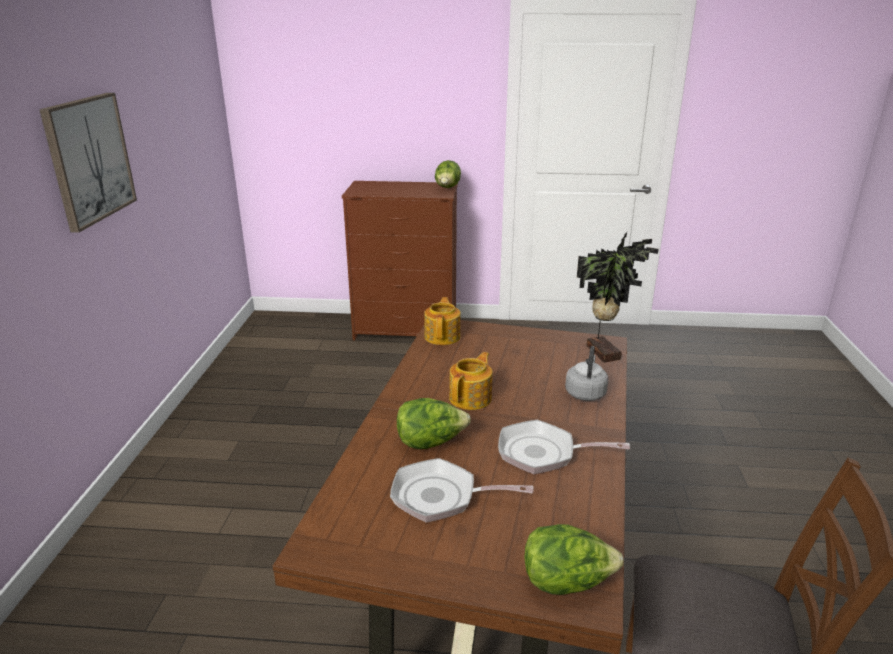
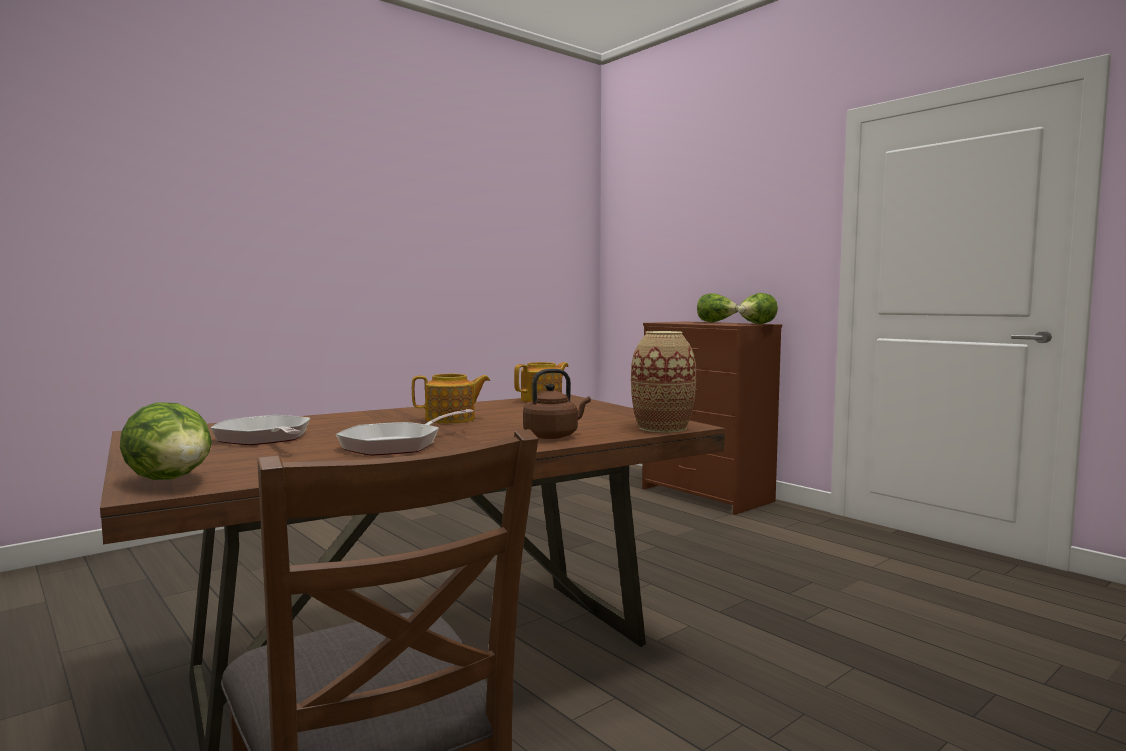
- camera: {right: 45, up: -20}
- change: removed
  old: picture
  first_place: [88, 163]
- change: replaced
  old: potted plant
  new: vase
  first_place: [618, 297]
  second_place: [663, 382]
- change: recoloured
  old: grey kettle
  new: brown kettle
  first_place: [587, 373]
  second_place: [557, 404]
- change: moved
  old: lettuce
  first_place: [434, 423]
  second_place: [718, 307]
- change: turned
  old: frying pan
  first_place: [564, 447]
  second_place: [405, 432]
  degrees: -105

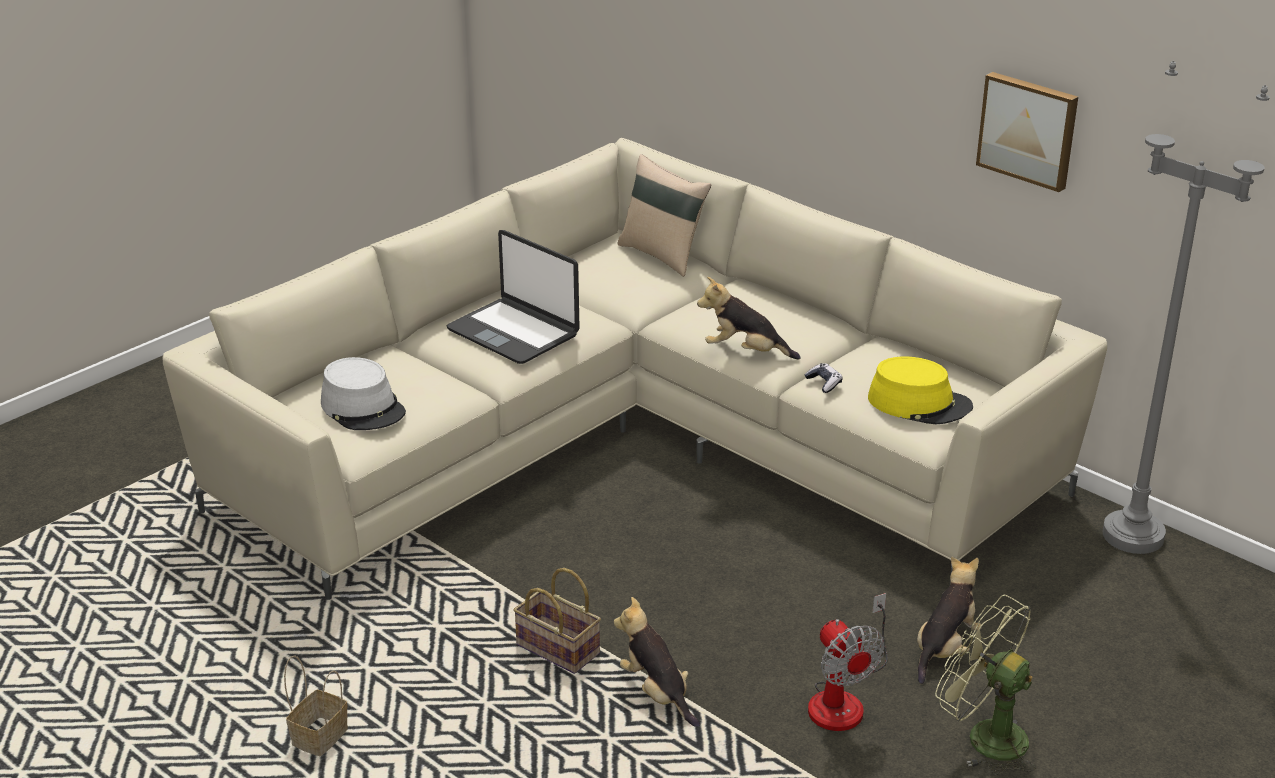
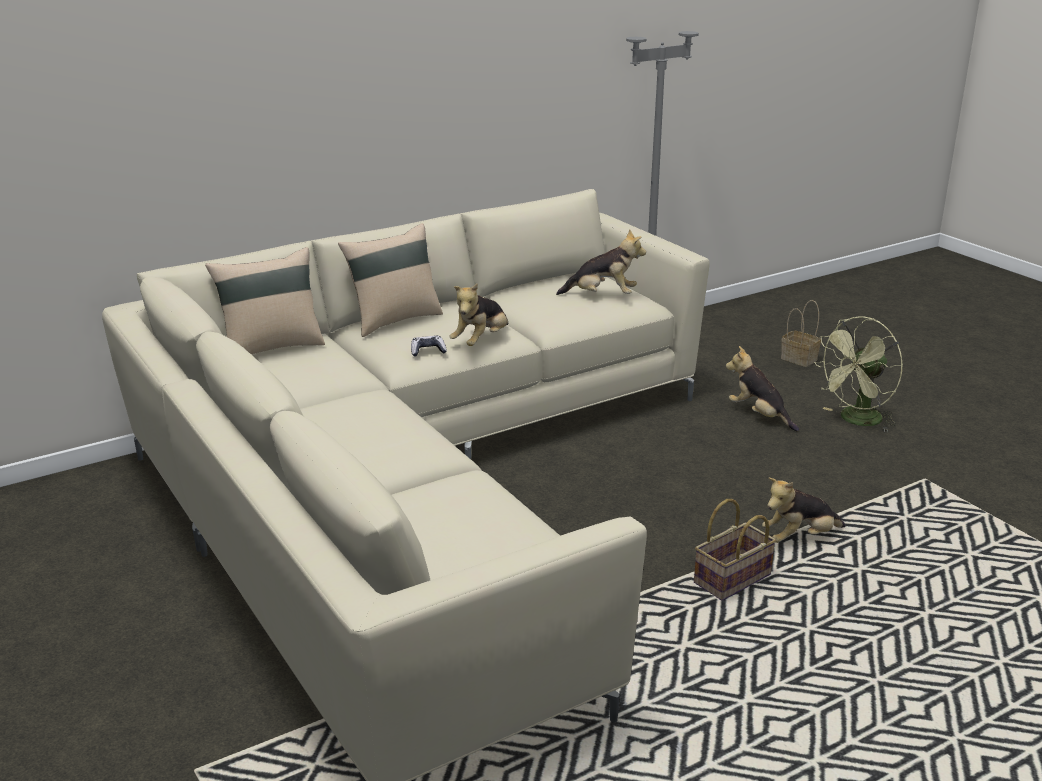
- camera: {right: -75, up: -5}
- change: removed
  old: picture
  first_place: [1027, 132]
- change: removed
  old: laptop
  first_place: [513, 297]
- change: replaced
  old: yellow hat
  new: plush toy
  first_place: [920, 390]
  second_place: [601, 262]
- change: removed
  old: grey hat
  first_place: [363, 393]
- change: moved
  old: game controller
  first_place: [824, 378]
  second_place: [429, 346]
- change: removed
  old: fan
  first_place: [848, 662]
- change: moved
  old: basket
  first_place: [316, 705]
  second_place: [801, 333]
- change: added
  new: beige pillow
  second_place: [390, 280]

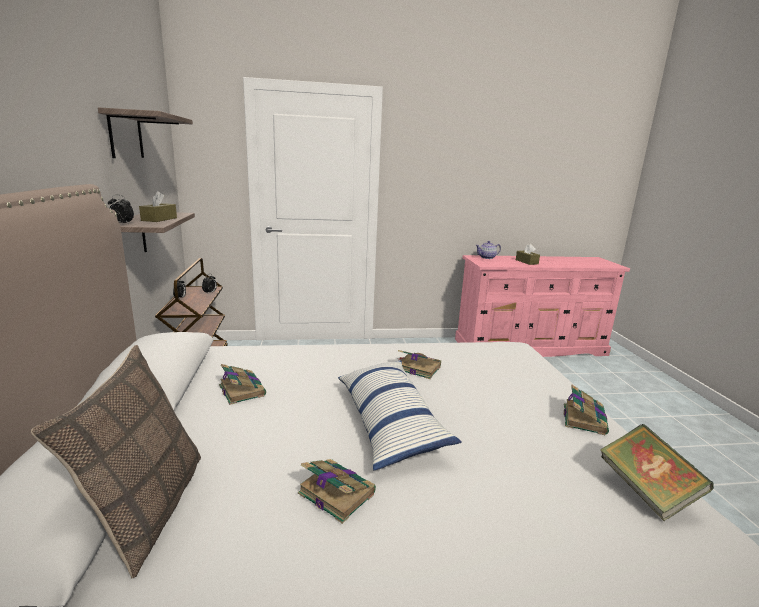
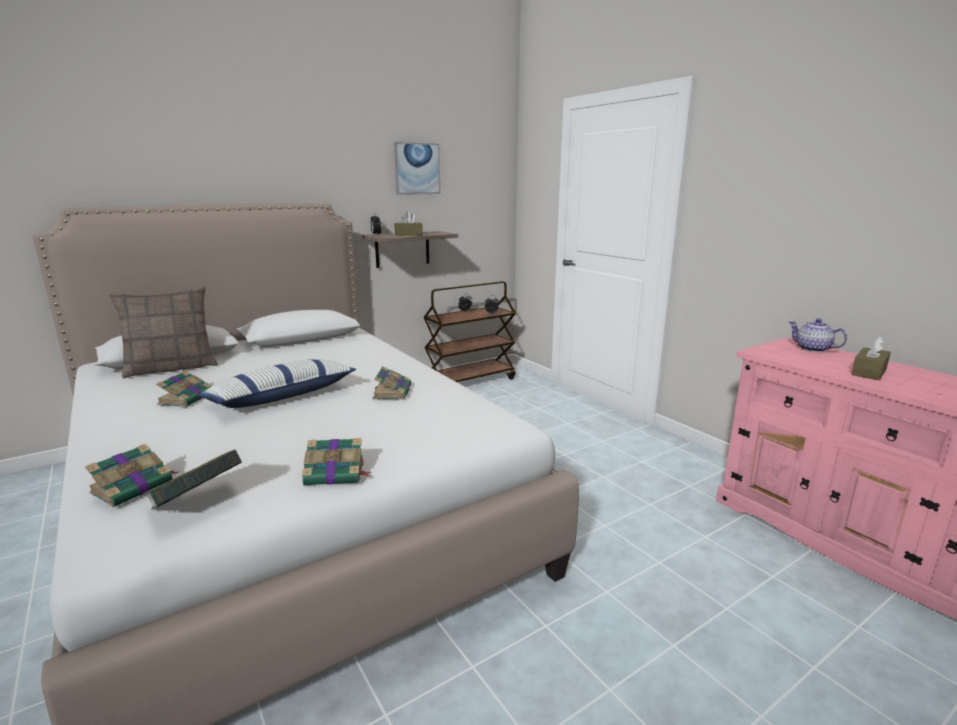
- camera: {right: 65, up: 0}
- change: replaced
  old: shelf
  new: picture
  first_place: [145, 132]
  second_place: [417, 168]
- change: moved
  old: book
  first_place: [242, 384]
  second_place: [131, 475]

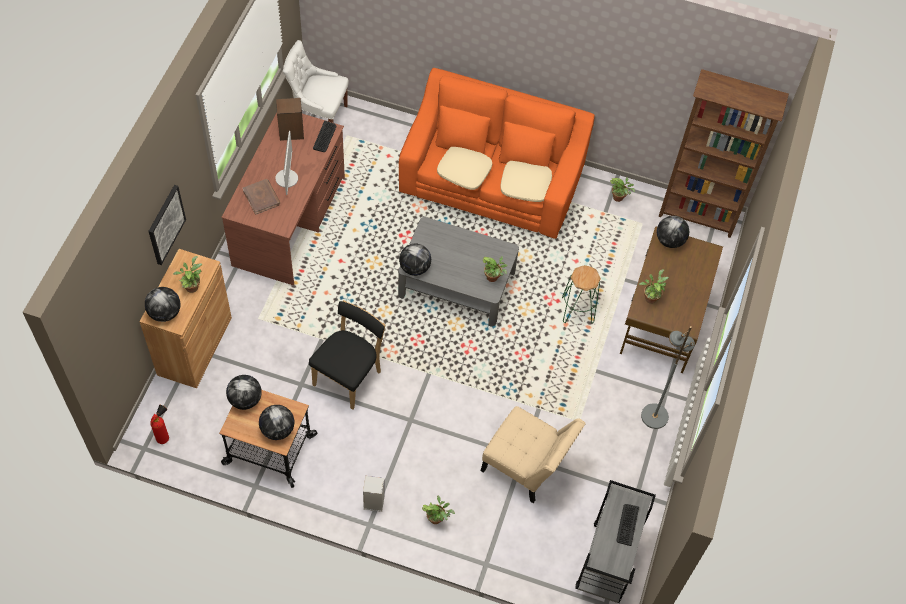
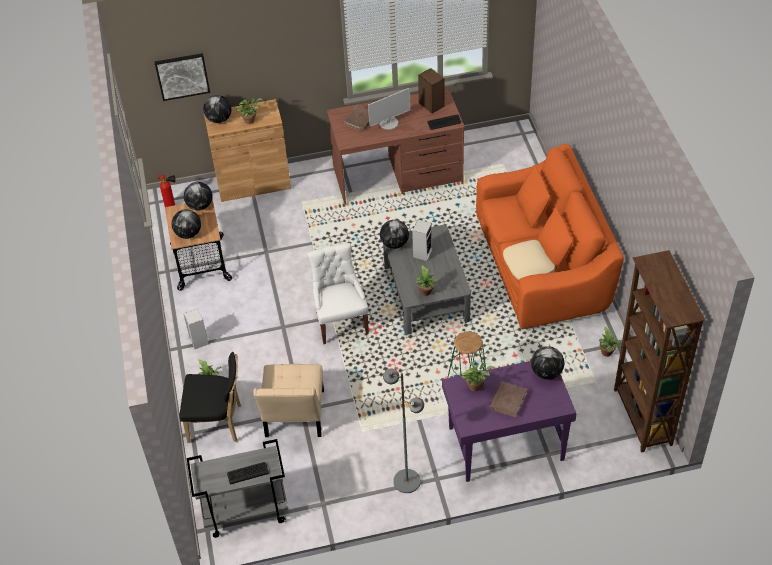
- camera: {right: 65, up: -10}
- change: moved
  old: white chair
  first_place: [316, 81]
  second_place: [338, 293]
- change: removed
  old: beige pillow
  first_place: [464, 168]
- change: moved
  old: picture
  first_place: [167, 225]
  second_place: [182, 77]
- change: recoloured
  old: brown desk
  new: purple desk
  first_place: [671, 299]
  second_place: [509, 421]
- change: moved
  old: black chair
  first_place: [347, 355]
  second_place: [210, 397]
- change: added
  new: speaker
  second_place: [422, 240]
- change: added
  new: brown book
  second_place: [508, 400]

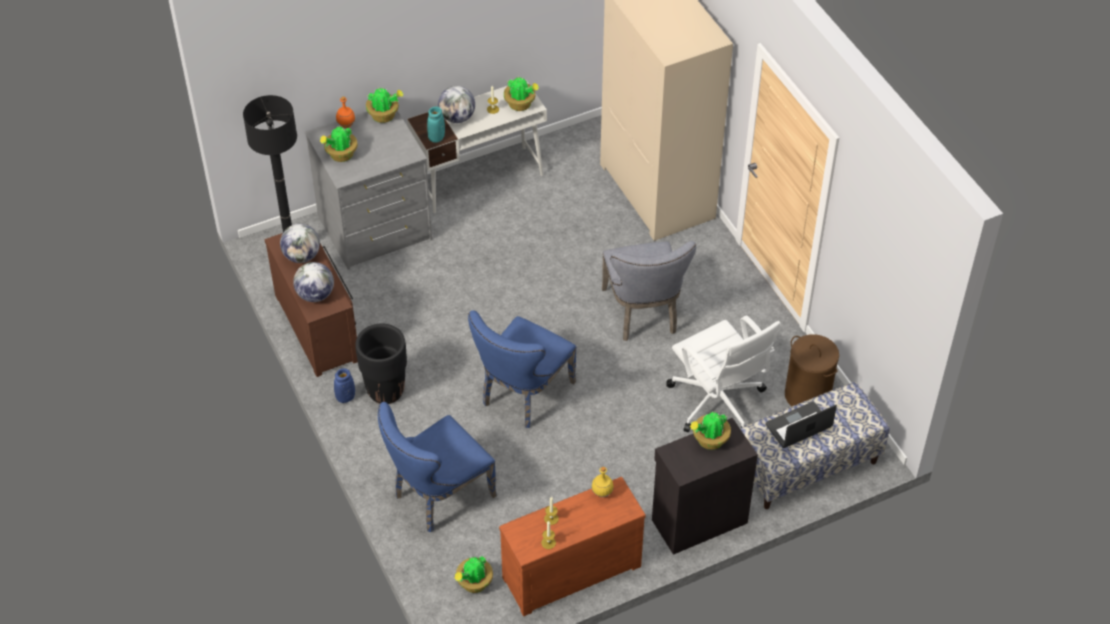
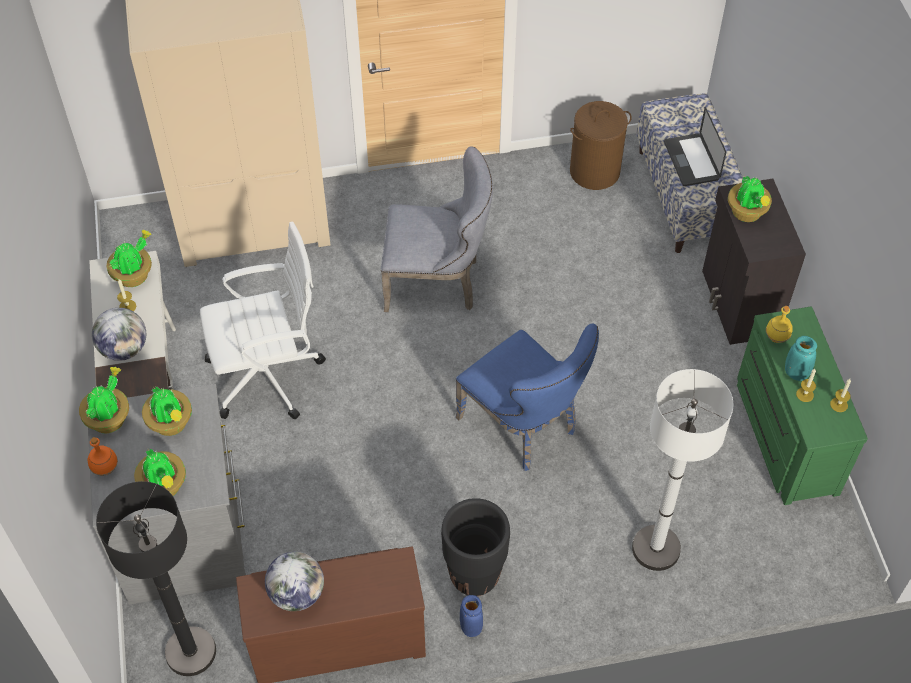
- camera: {right: -75, up: 5}
- change: moved
  old: turquoise vase
  first_place: [436, 125]
  second_place: [801, 358]
- change: removed
  old: globe
  first_place: [313, 282]
- change: moved
  old: white office chair
  first_place: [723, 373]
  second_place: [263, 320]
- change: replaced
  old: blue chair
  new: white floor lamp
  first_place: [437, 467]
  second_place: [682, 470]
- change: recoloured
  old: brown dresser
  new: green dresser
  first_place: [572, 546]
  second_place: [802, 406]
- change: moved
  old: potted plant
  first_place: [474, 574]
  second_place: [167, 411]

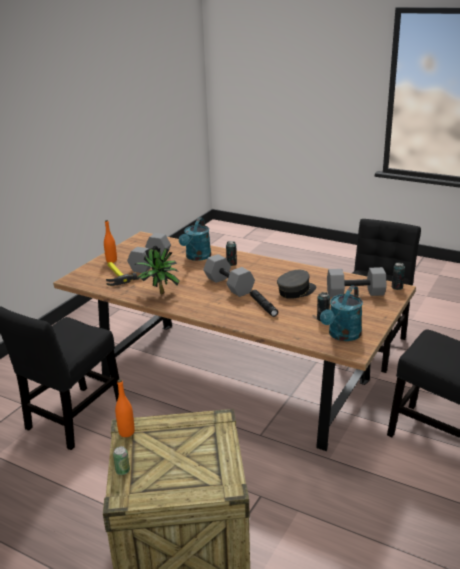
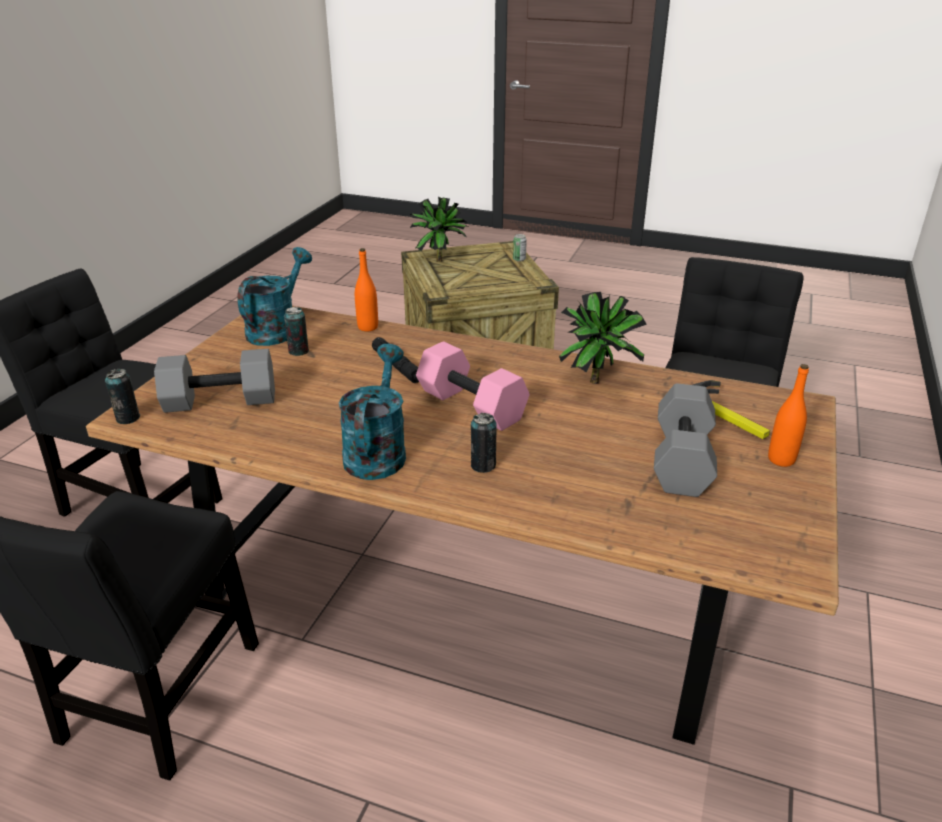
- camera: {right: 170, up: 5}
- change: moved
  old: turquoise watering can
  first_place: [195, 239]
  second_place: [372, 412]
- change: recoloured
  old: grey dumbbell
  new: pink dumbbell
  first_place: [229, 275]
  second_place: [472, 386]
- change: removed
  old: grey cap
  first_place: [296, 284]
- change: moved
  old: orange bottle
  first_place: [125, 408]
  second_place: [366, 289]
- change: added
  new: potted plant
  second_place: [439, 229]

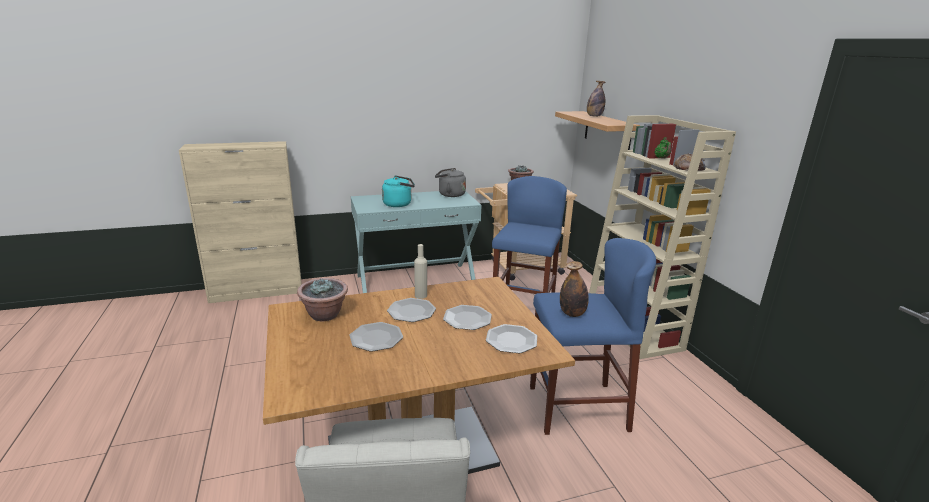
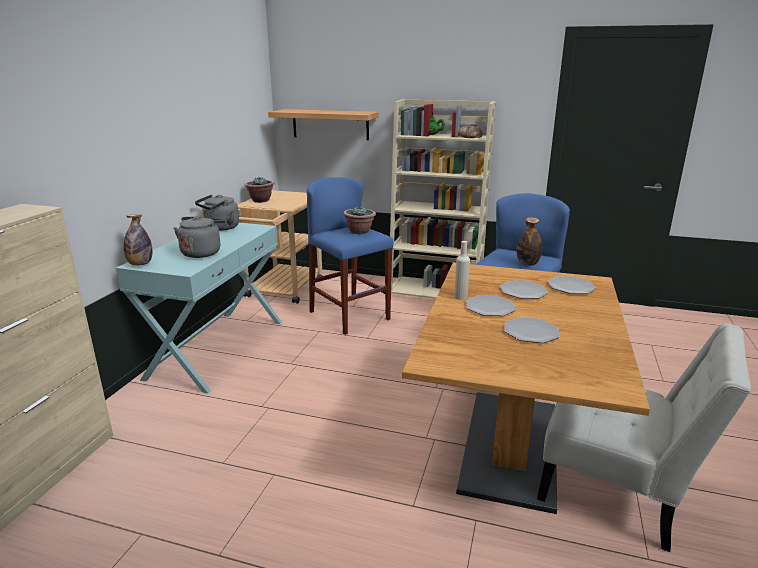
- camera: {right: -55, up: 0}
- change: moved
  old: bottle
  first_place: [596, 99]
  second_place: [138, 240]
- change: recoloured
  old: turquoise kettle
  new: grey kettle
  first_place: [398, 191]
  second_place: [199, 237]
- change: moved
  old: potted plant
  first_place: [322, 300]
  second_place: [359, 219]

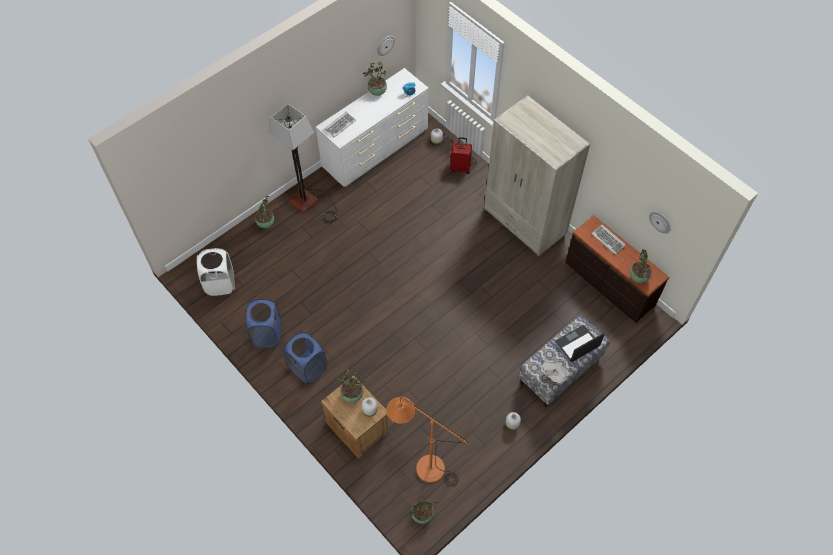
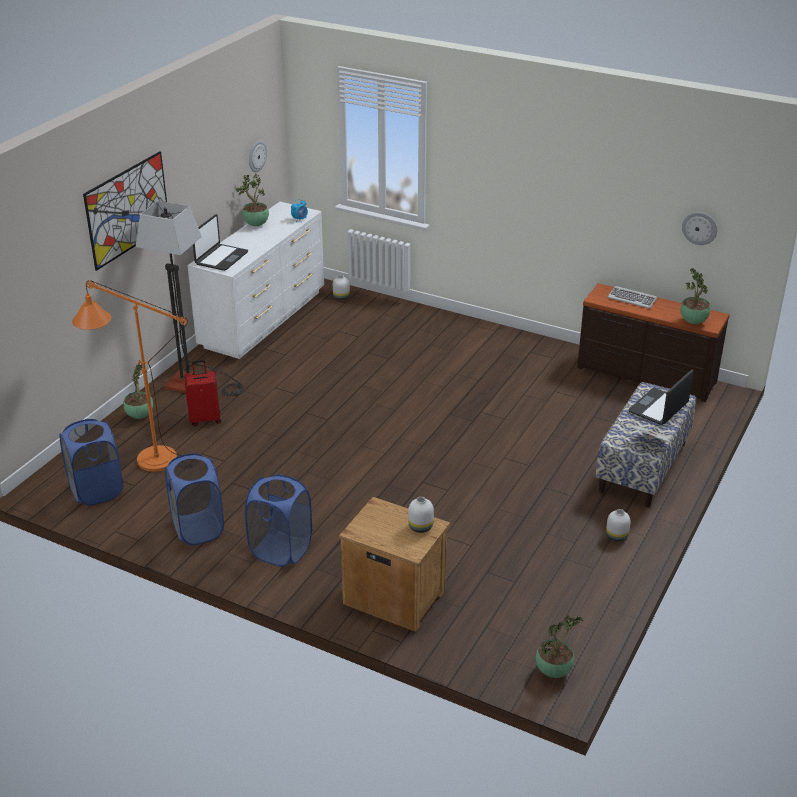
- camera: {right: -20, up: -25}
- change: removed
  old: beige wardrobe
  first_place: [537, 175]
- change: replaced
  old: keyboard
  new: laptop
  first_place: [340, 125]
  second_place: [220, 242]
- change: moved
  old: red suitcase
  first_place: [461, 155]
  second_place: [202, 393]
- change: recoloured
  old: white laundry basket
  new: blue laundry basket
  first_place: [216, 272]
  second_place: [91, 462]
- change: removed
  old: potted plant
  first_place: [349, 386]
- change: moved
  old: orange floor lamp
  first_place: [427, 442]
  second_place: [130, 376]
- change: added
  new: picture
  second_place: [125, 211]

